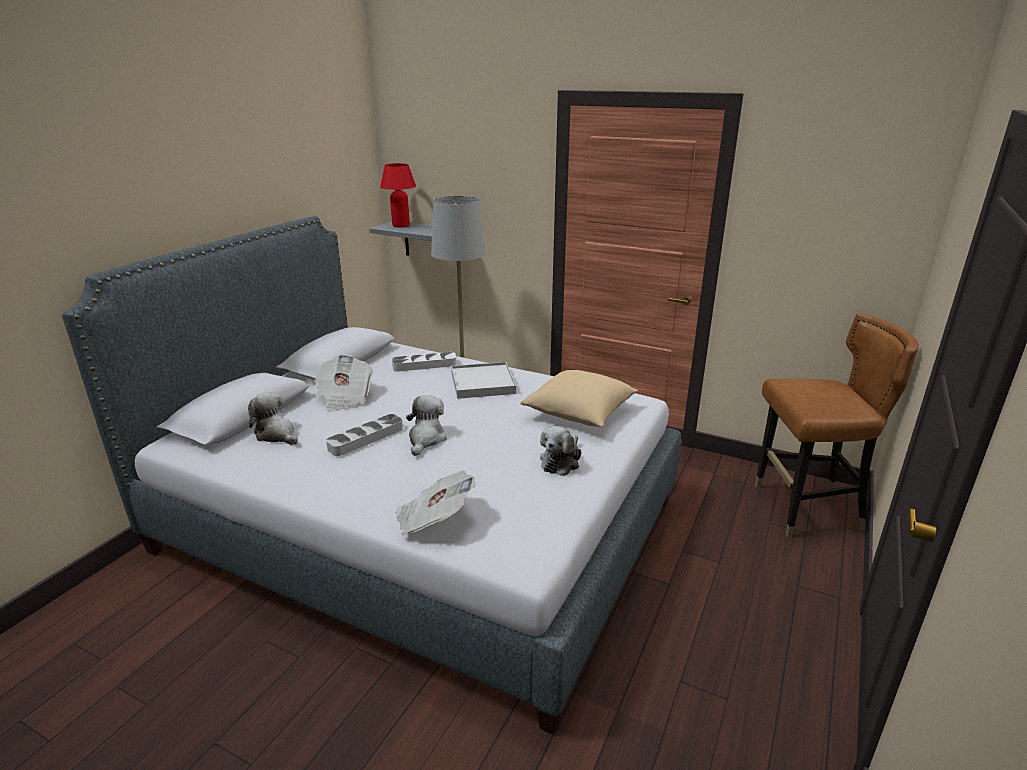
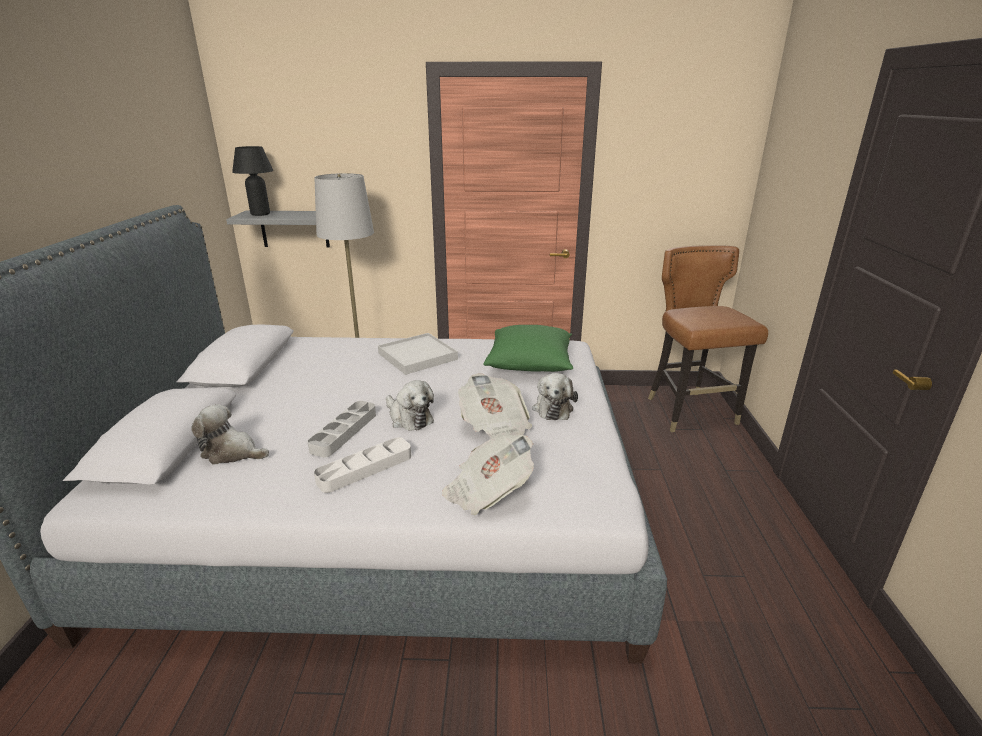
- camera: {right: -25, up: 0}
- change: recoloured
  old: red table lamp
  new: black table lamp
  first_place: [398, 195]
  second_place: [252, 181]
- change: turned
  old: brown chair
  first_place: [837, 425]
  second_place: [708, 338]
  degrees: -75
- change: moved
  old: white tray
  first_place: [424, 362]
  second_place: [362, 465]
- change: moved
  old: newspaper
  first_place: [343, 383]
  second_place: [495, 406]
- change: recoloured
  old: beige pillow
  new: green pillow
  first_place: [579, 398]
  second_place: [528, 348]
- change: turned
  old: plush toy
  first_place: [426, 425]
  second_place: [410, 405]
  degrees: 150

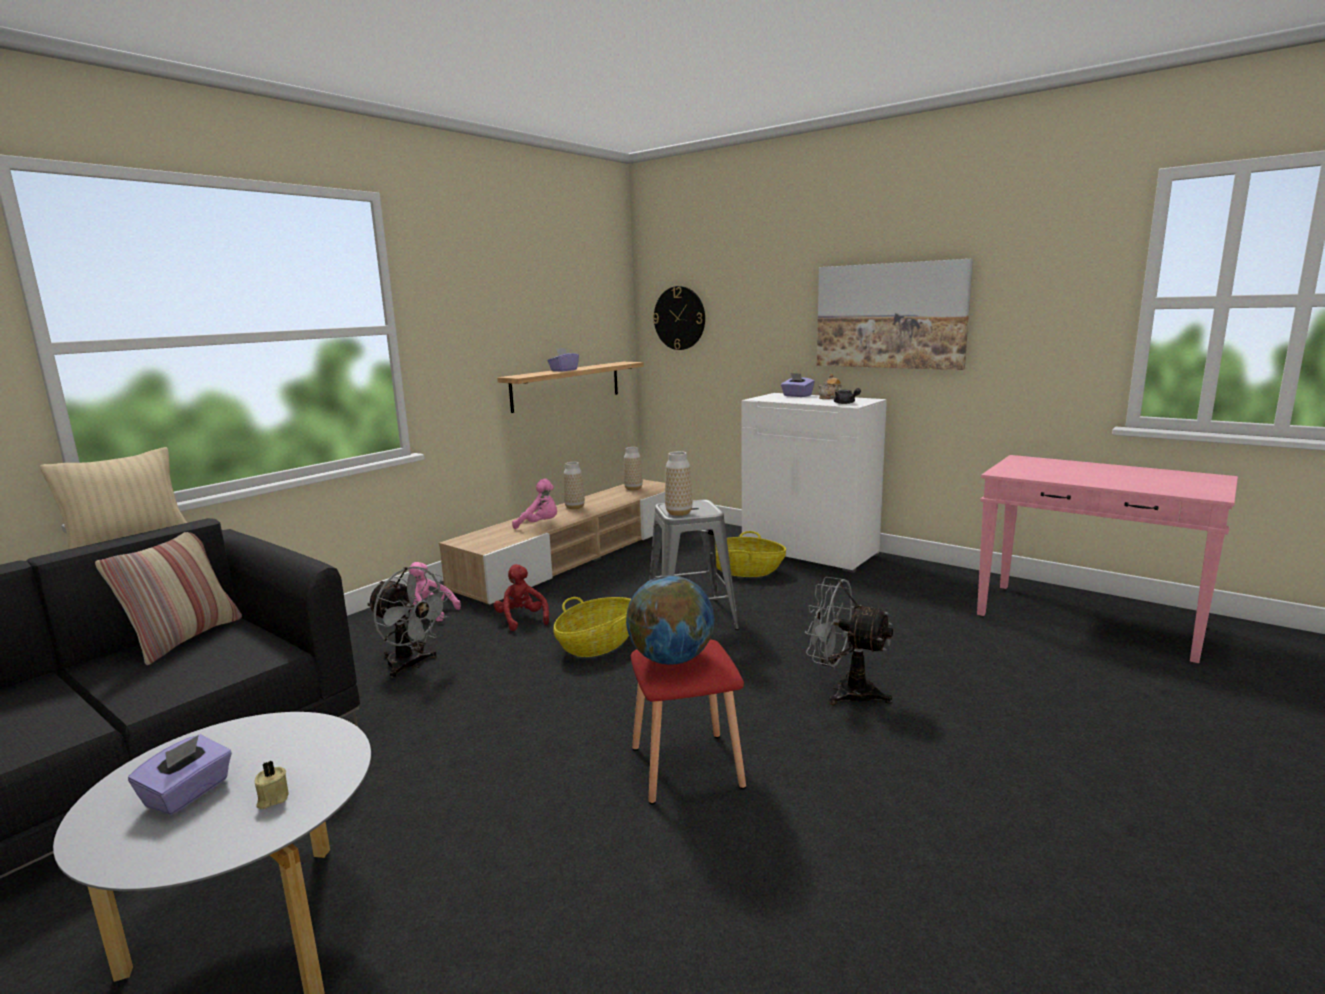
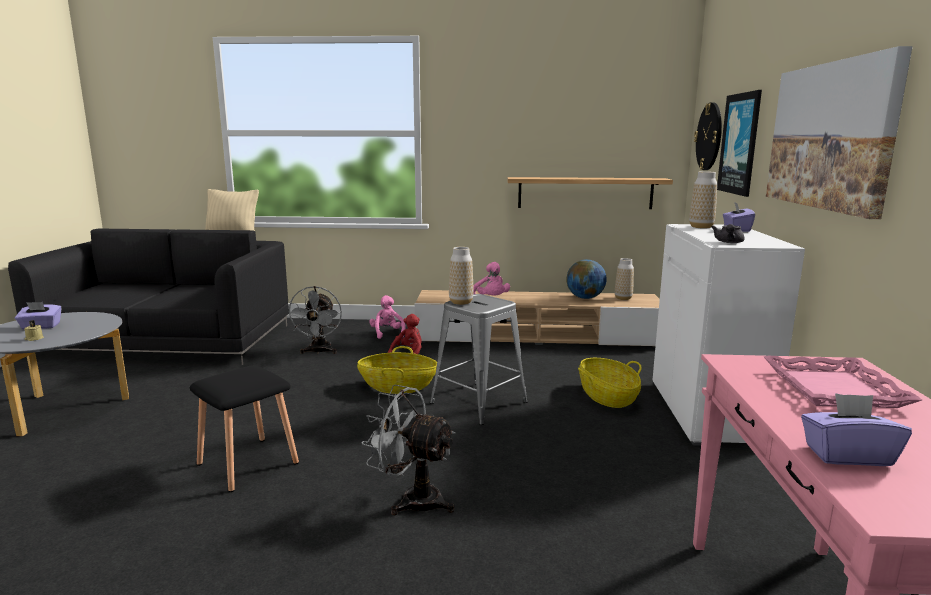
- camera: {right: 55, up: 0}
- change: moved
  old: purple tissue box
  first_place: [563, 359]
  second_place: [856, 429]
- change: removed
  old: teapot
  first_place: [830, 386]
- change: moved
  old: vase
  first_place: [574, 485]
  second_place: [703, 199]
- change: removed
  old: pillow
  first_place: [168, 598]
- change: moved
  old: globe
  first_place: [670, 620]
  second_place: [586, 279]
- change: turned
  old: grey fan
  first_place: [849, 641]
  second_place: [408, 450]
  degrees: -60
- change: recoloured
  old: red stool
  new: black stool
  first_place: [688, 721]
  second_place: [244, 428]
- change: added
  new: picture
  second_place: [739, 143]
- change: added
  new: pink tray
  second_place: [843, 382]

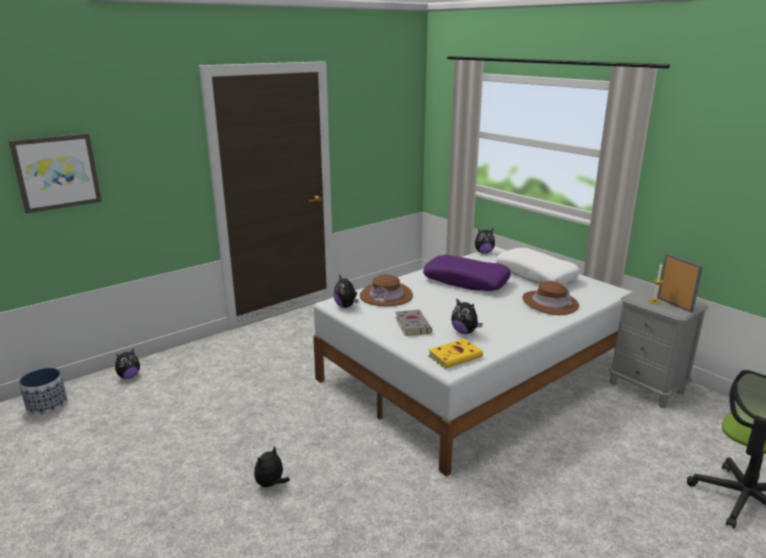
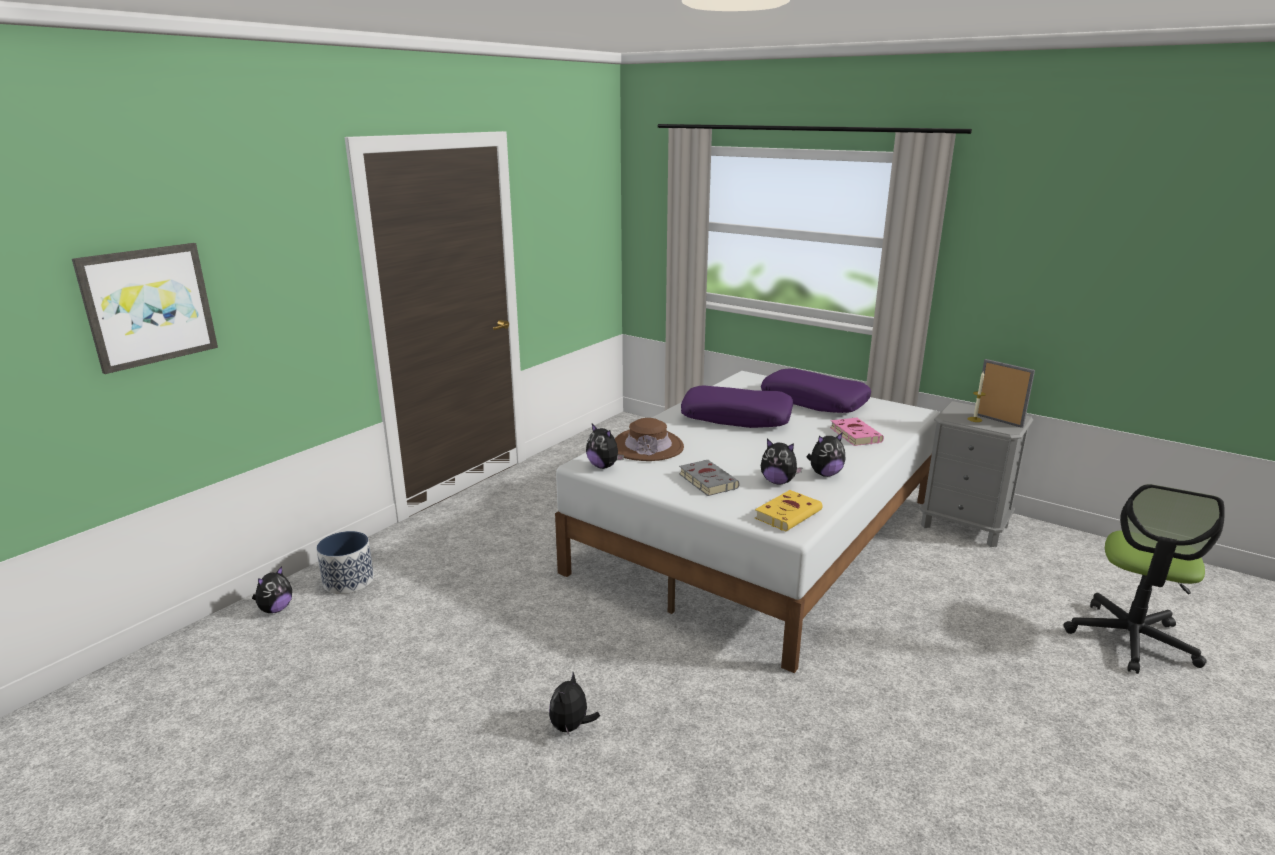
- camera: {right: -15, up: 0}
- change: moved
  old: plush toy
  first_place: [485, 240]
  second_place: [826, 454]
- change: recoloured
  old: white pillow
  new: purple pillow
  first_place: [538, 266]
  second_place: [816, 390]
- change: replaced
  old: brown hat
  new: pink book
  first_place: [551, 298]
  second_place: [857, 432]
- change: moved
  old: planter
  first_place: [43, 392]
  second_place: [345, 562]

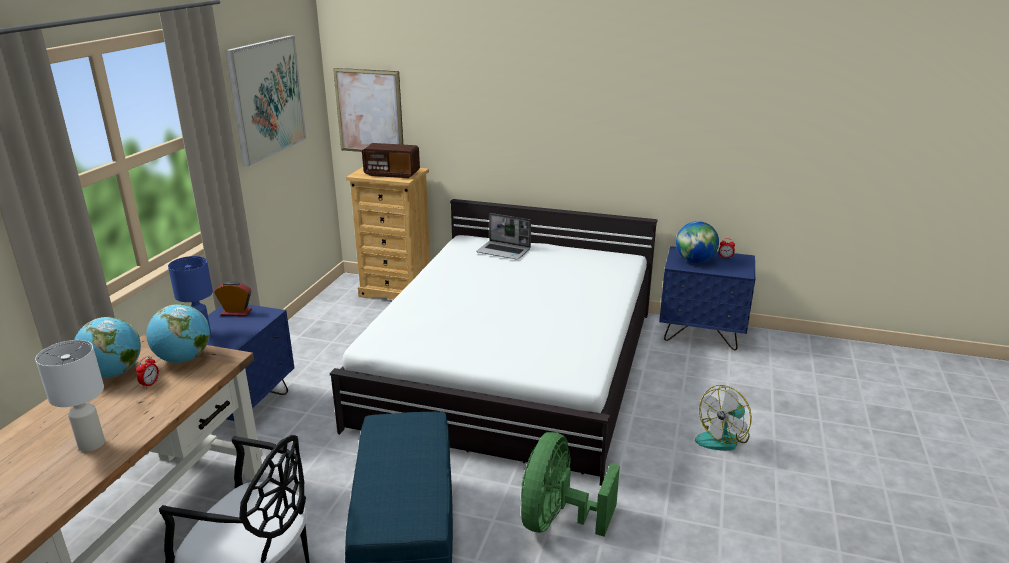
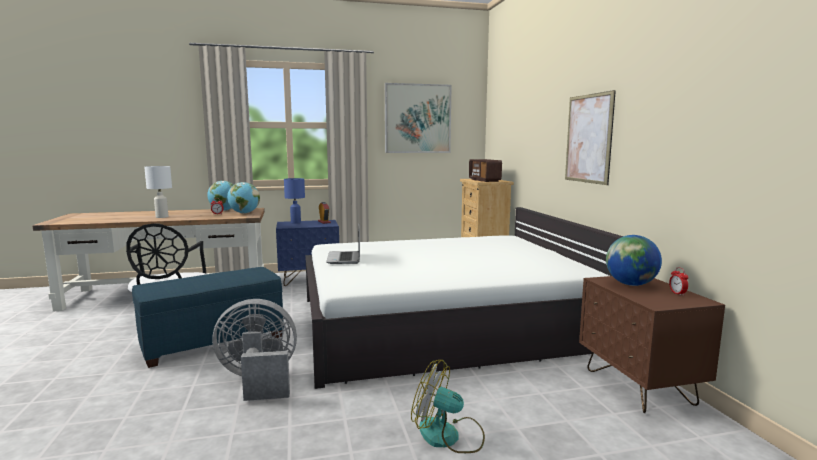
- camera: {right: 60, up: -15}
- change: moved
  old: picture
  first_place: [368, 110]
  second_place: [590, 137]
- change: moved
  old: laptop
  first_place: [503, 236]
  second_place: [343, 244]
- change: recoloured
  old: blue nightstand
  new: brown nightstand
  first_place: [707, 298]
  second_place: [652, 344]
- change: recoloured
  old: green fan
  new: grey fan
  first_place: [570, 484]
  second_place: [254, 350]

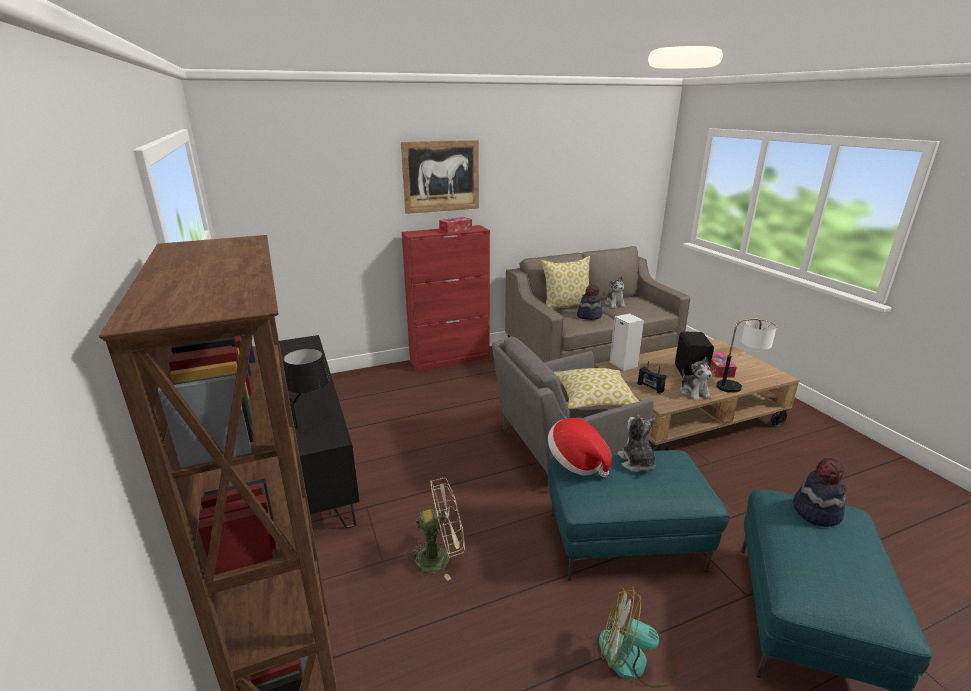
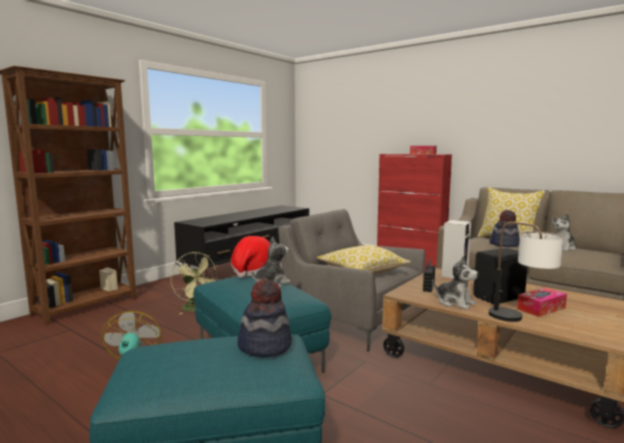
- camera: {right: 60, up: -15}
- change: removed
  old: picture
  first_place: [440, 177]
- change: removed
  old: black table lamp
  first_place: [306, 390]
- change: turned
  old: plush toy
  first_place: [696, 379]
  second_place: [455, 283]
  degrees: -90

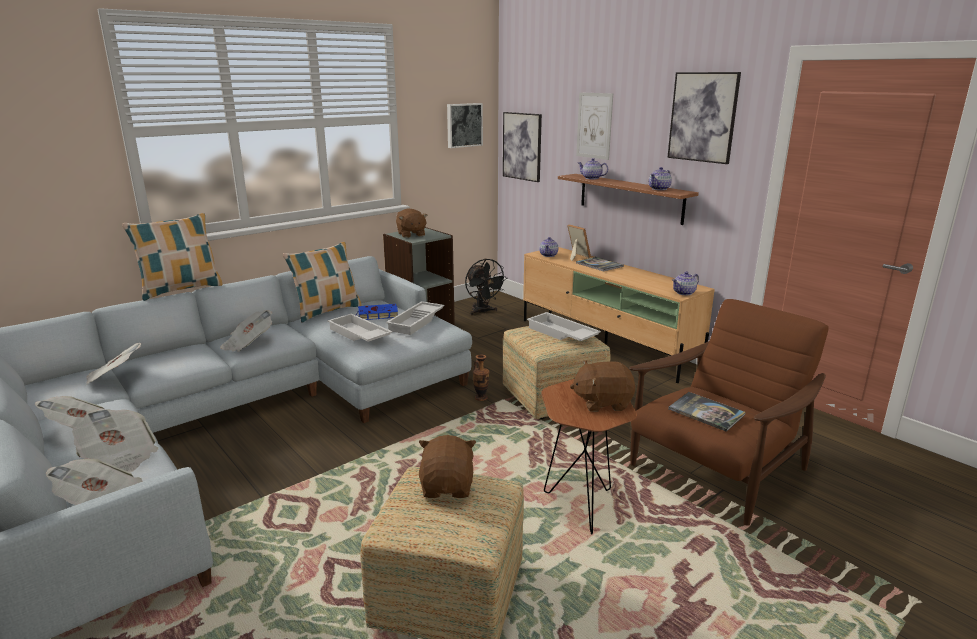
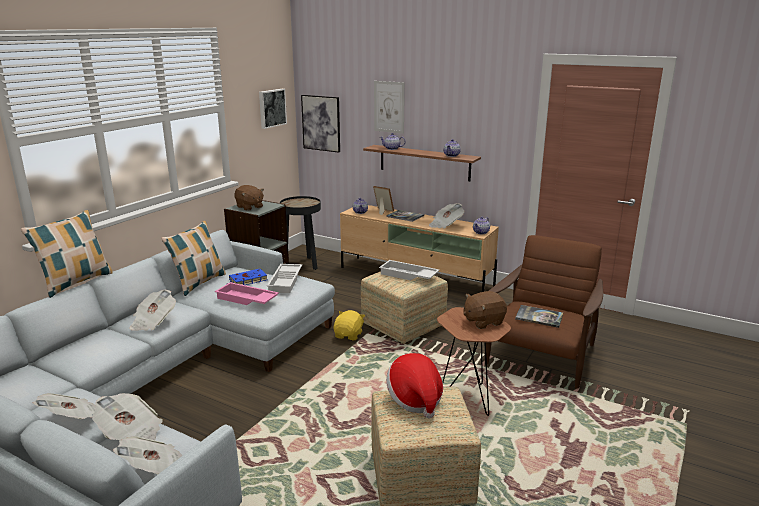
- camera: {right: -20, up: 0}
- change: removed
  old: picture
  first_place: [704, 118]
- change: replaced
  old: black fan
  new: black side table
  first_place: [486, 287]
  second_place: [300, 233]
- change: recoloured
  old: white tray
  new: pink tray
  first_place: [360, 327]
  second_place: [247, 293]
- change: moved
  old: newspaper
  first_place: [113, 363]
  second_place: [446, 216]
- change: replaced
  old: vase
  new: yellow plush toy
  first_place: [481, 377]
  second_place: [349, 325]
- change: replaced
  old: brown plush toy
  new: hat
  first_place: [447, 466]
  second_place: [414, 385]

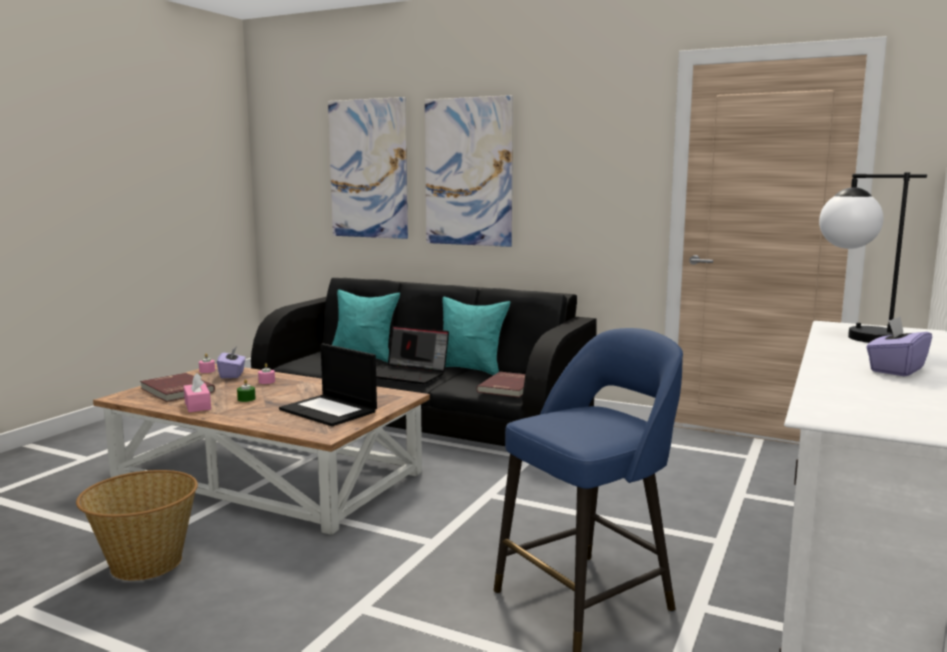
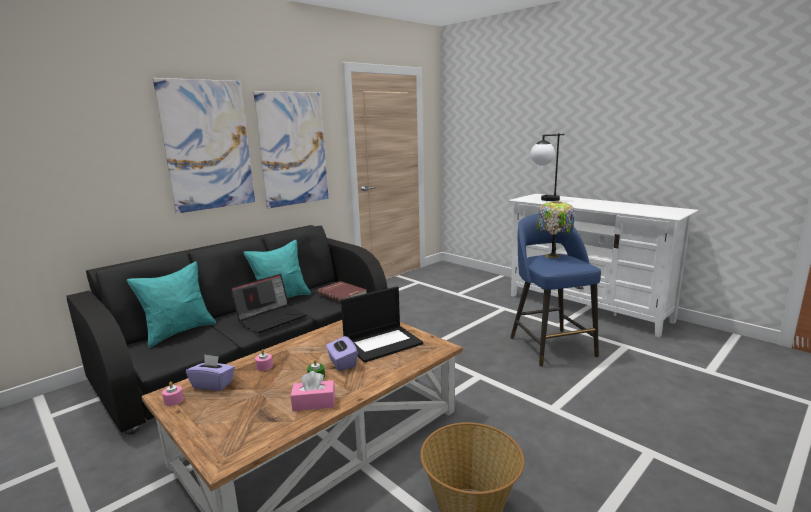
- camera: {right: -70, up: 5}
- change: moved
  old: picture
  first_place: [368, 168]
  second_place: [290, 150]
- change: moved
  old: purple tissue box
  first_place: [899, 346]
  second_place: [342, 353]
- change: removed
  old: red book
  first_place: [177, 387]
- change: added
  new: table lamp
  second_place: [556, 229]

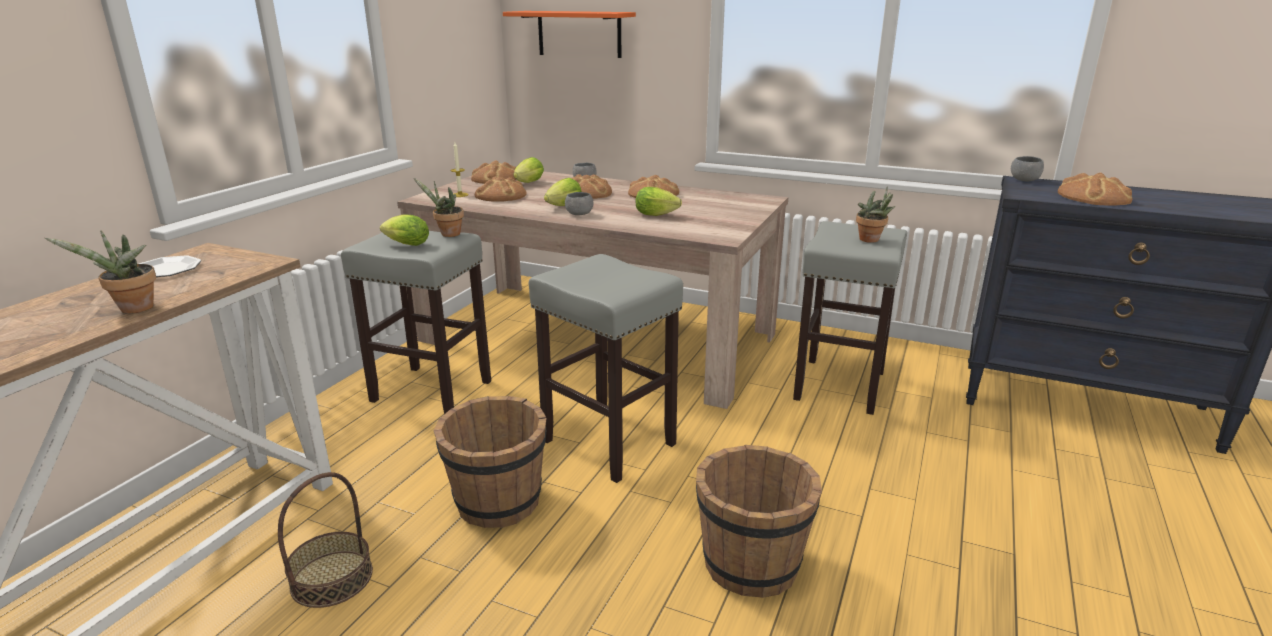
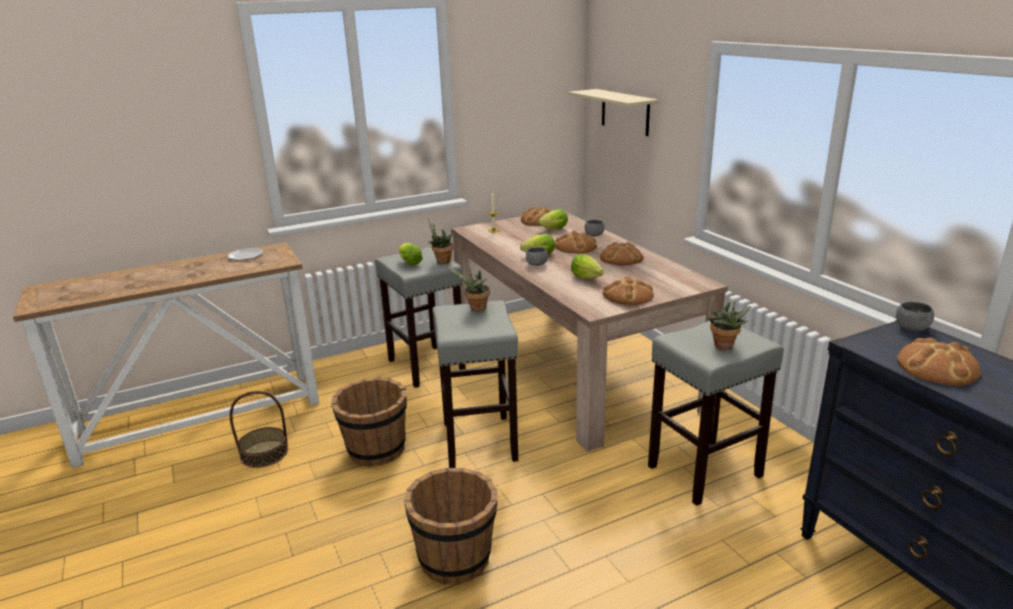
- camera: {right: 40, up: 0}
- change: recoloured
  old: orange shelf
  new: beige shelf
  first_place: [569, 34]
  second_place: [613, 112]
- change: moved
  old: bread
  first_place: [500, 189]
  second_place: [628, 290]
- change: moved
  old: potted plant
  first_place: [100, 271]
  second_place: [468, 289]

